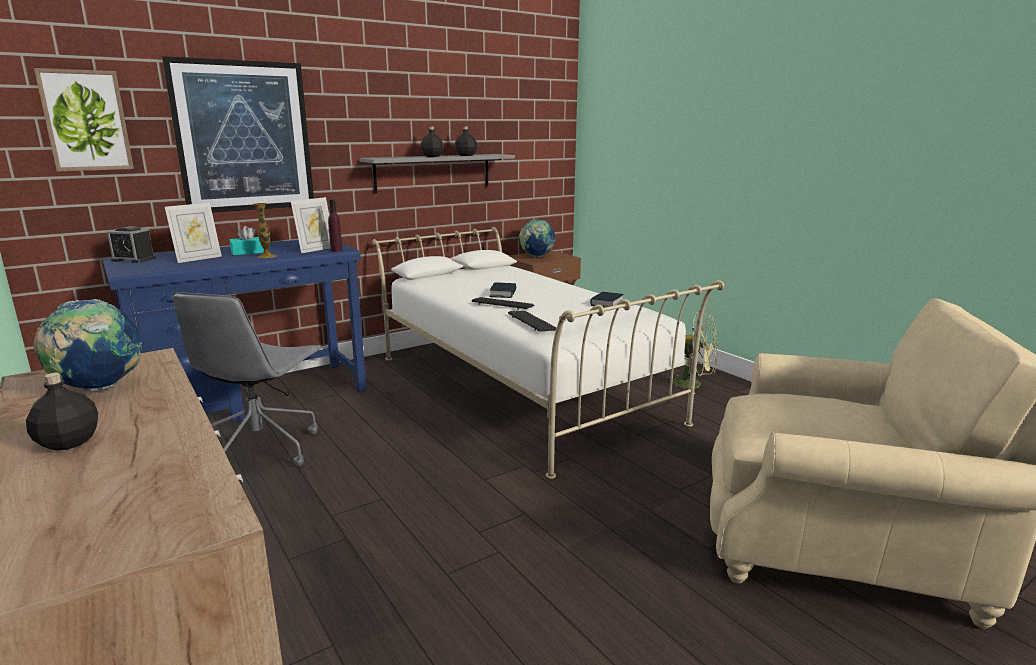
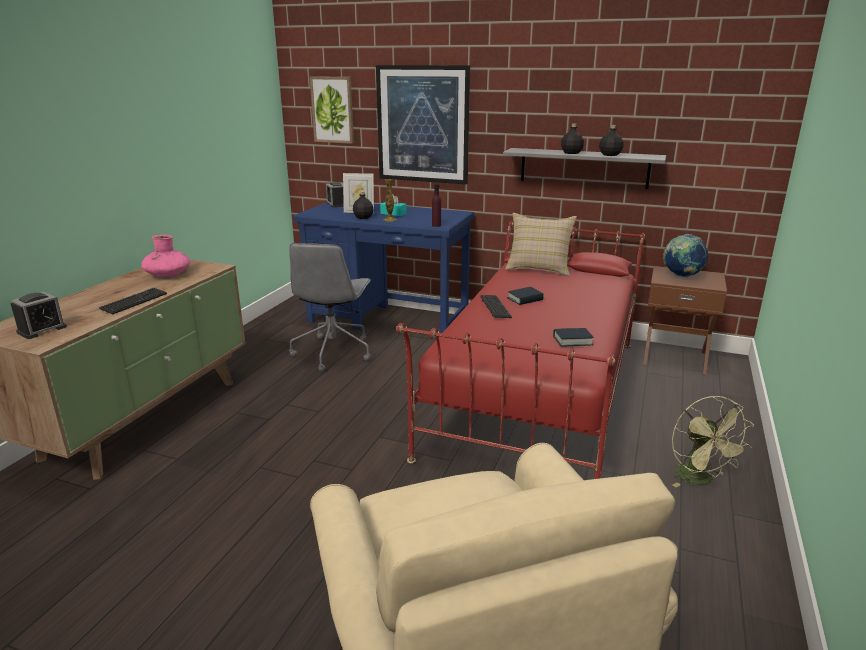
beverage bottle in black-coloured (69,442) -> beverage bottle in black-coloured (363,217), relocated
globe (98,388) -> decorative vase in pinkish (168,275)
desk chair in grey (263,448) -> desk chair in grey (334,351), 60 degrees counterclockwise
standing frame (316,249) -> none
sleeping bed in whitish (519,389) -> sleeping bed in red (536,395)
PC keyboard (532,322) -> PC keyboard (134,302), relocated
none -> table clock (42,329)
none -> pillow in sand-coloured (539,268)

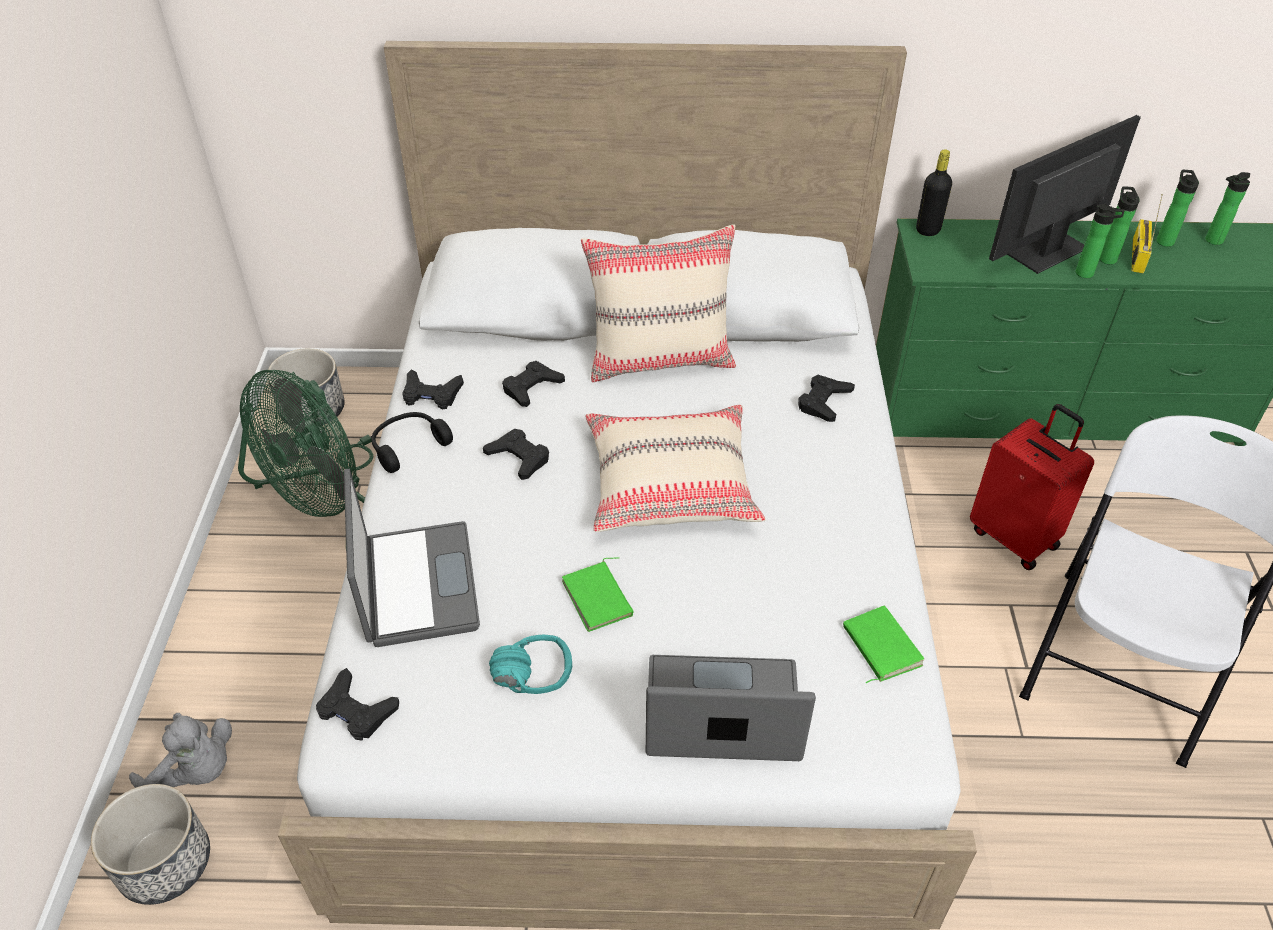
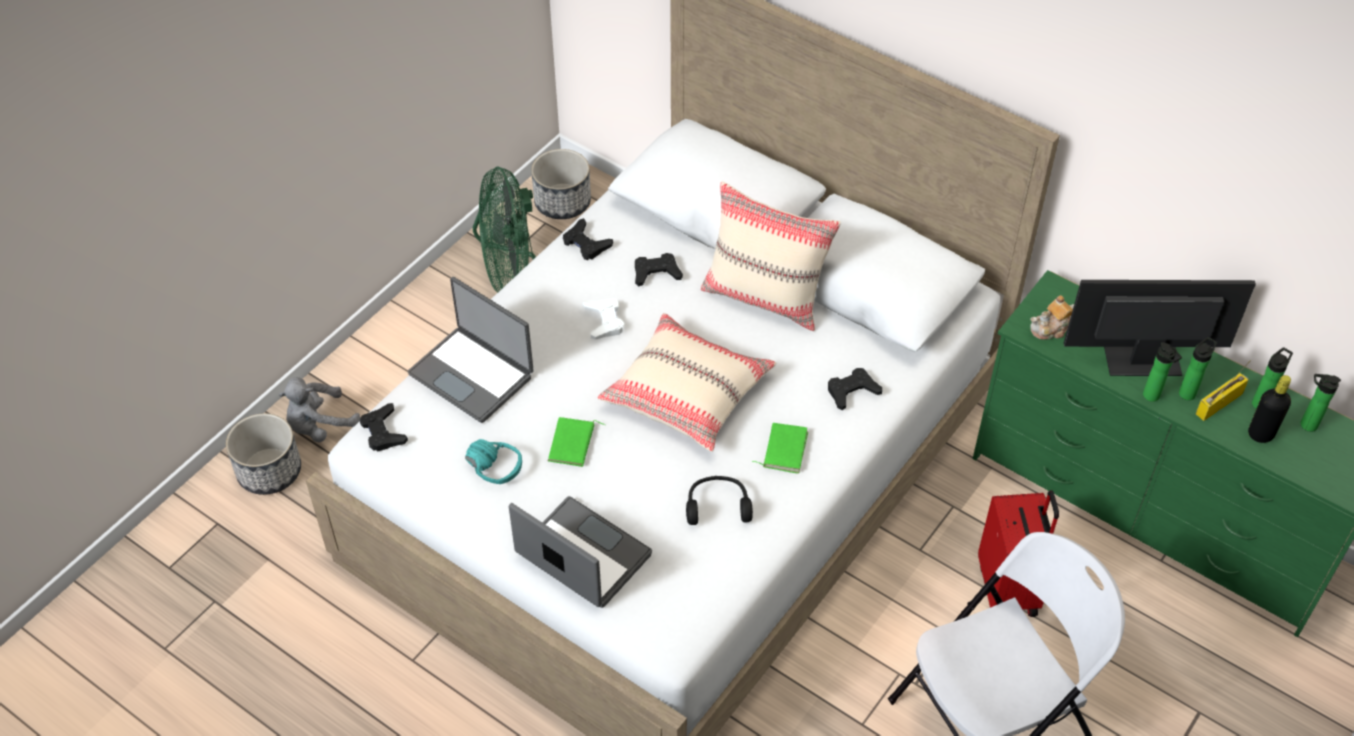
cuddly toy in grey (196,771) -> cuddly toy in grey (320,426), 90 degrees clockwise
portable computer (416,585) -> portable computer (473,374), 105 degrees clockwise
pair of headphones in black-coloured (408,446) -> pair of headphones in black-coloured (717,505), relocated
game controller in black-coloured (519,458) -> game controller in whitish (604,321)
book in green (879,647) -> book in green (783,449), relocated
beverage bottle in black-coloured (928,230) -> beverage bottle in black-coloured (1260,434), relocated
none -> pot for tea (1050,329)

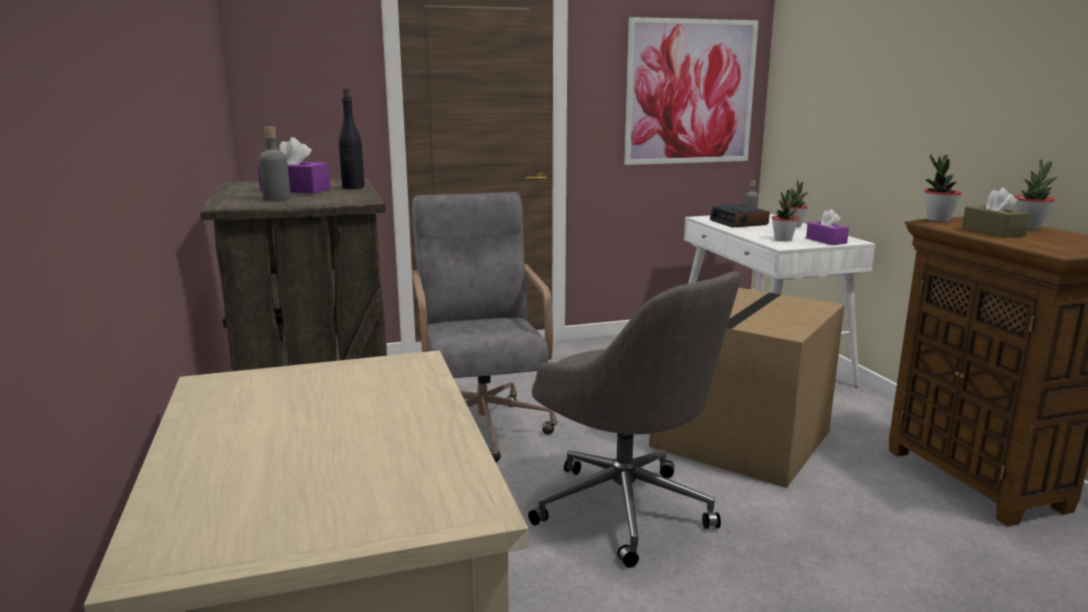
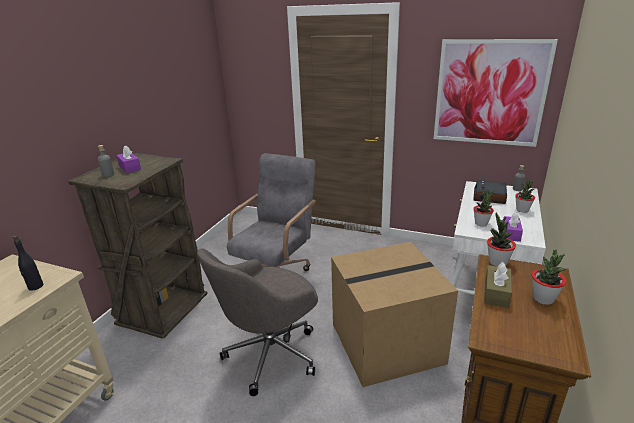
beverage bottle in black-coloured (353,187) -> beverage bottle in black-coloured (35,286), relocated
desk chair in grey (625,510) -> desk chair in grey (271,356), 45 degrees clockwise

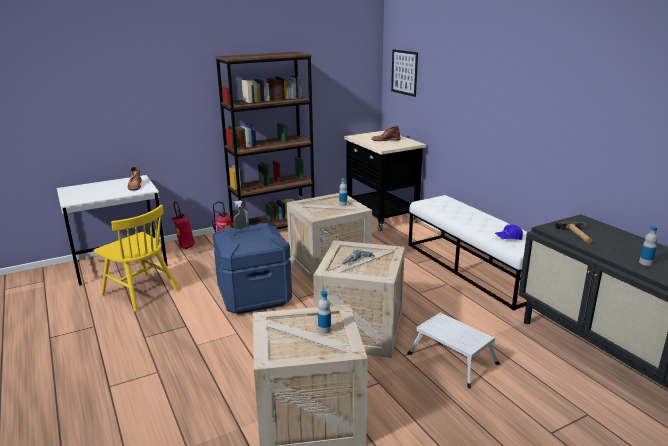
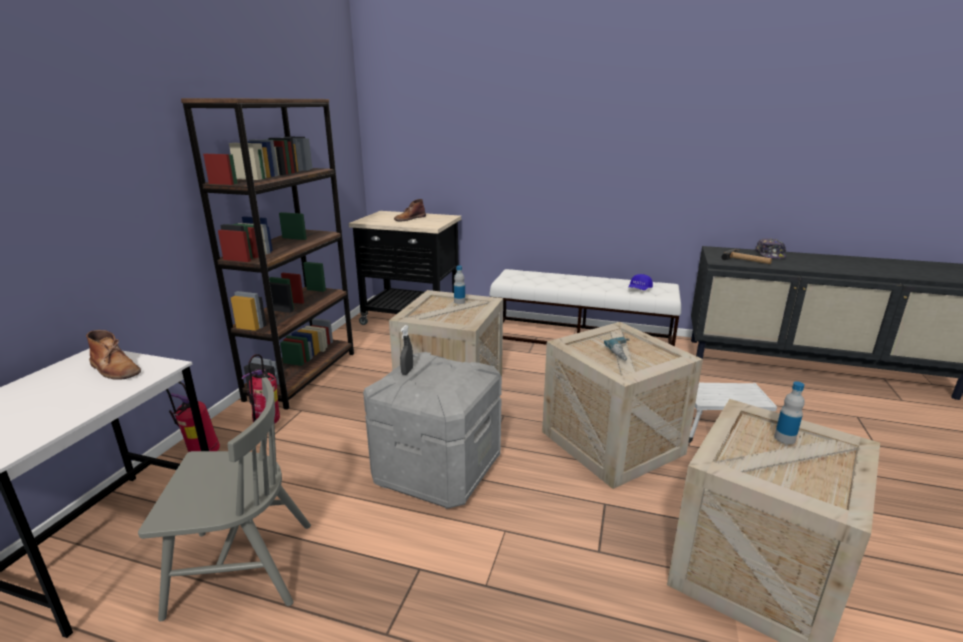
chair in yellow (140,292) -> chair in grey (241,568)
storage box in blue-coloured (254,296) -> storage box in grey (437,470)
wall art (404,72) -> none
beverage bottle (645,263) -> none
none -> baseball cap (770,255)

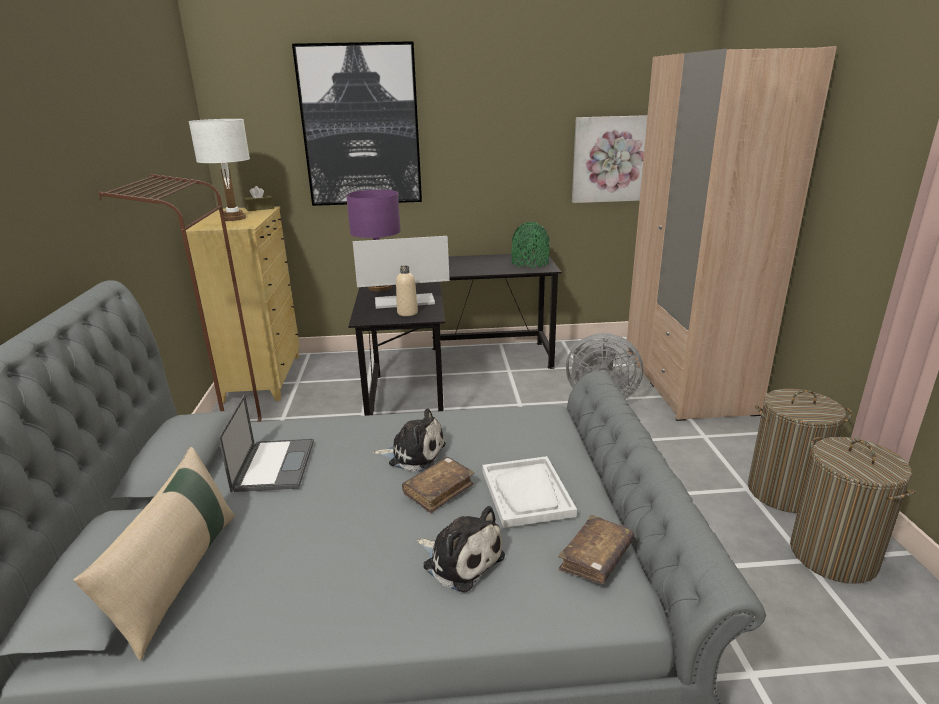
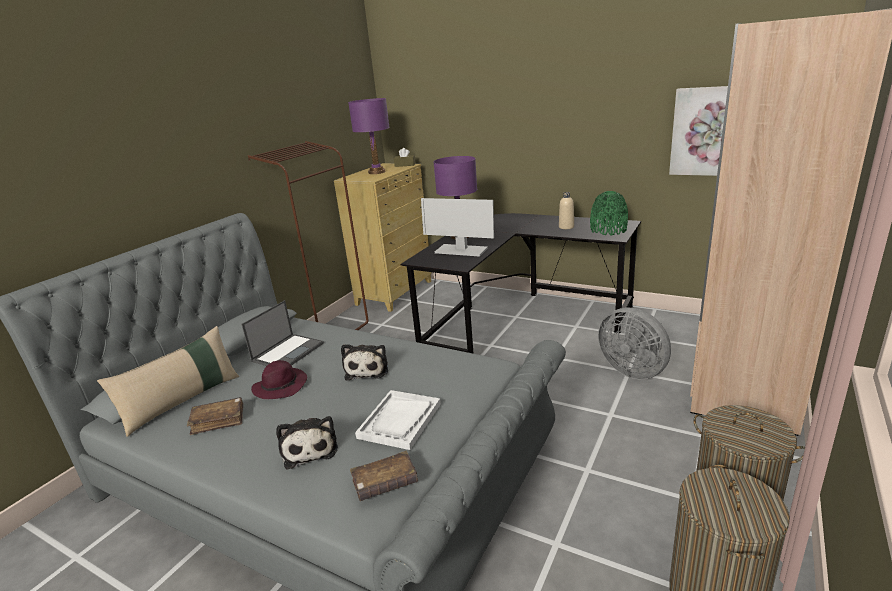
lamp for a table in whitish (234,218) -> lamp for a table in purple-coloured (377,172)
wall art (361,126) -> none
cuddly toy (414,454) -> cuddly toy (368,369), 45 degrees clockwise
beverage bottle in sand-coloured (407,313) -> beverage bottle in sand-coloured (566,227), relocated
book in brown-coloured (438,490) -> book in brown-coloured (218,420), relocated
none -> hat in purple-coloured (281,386)

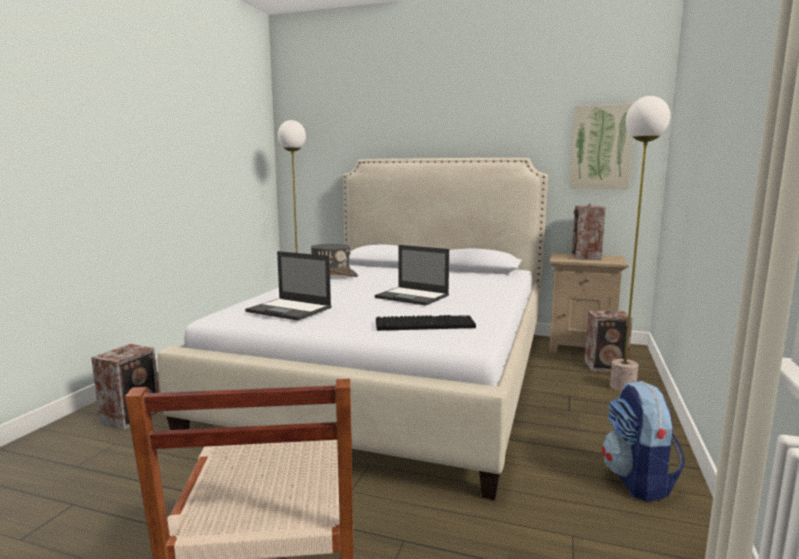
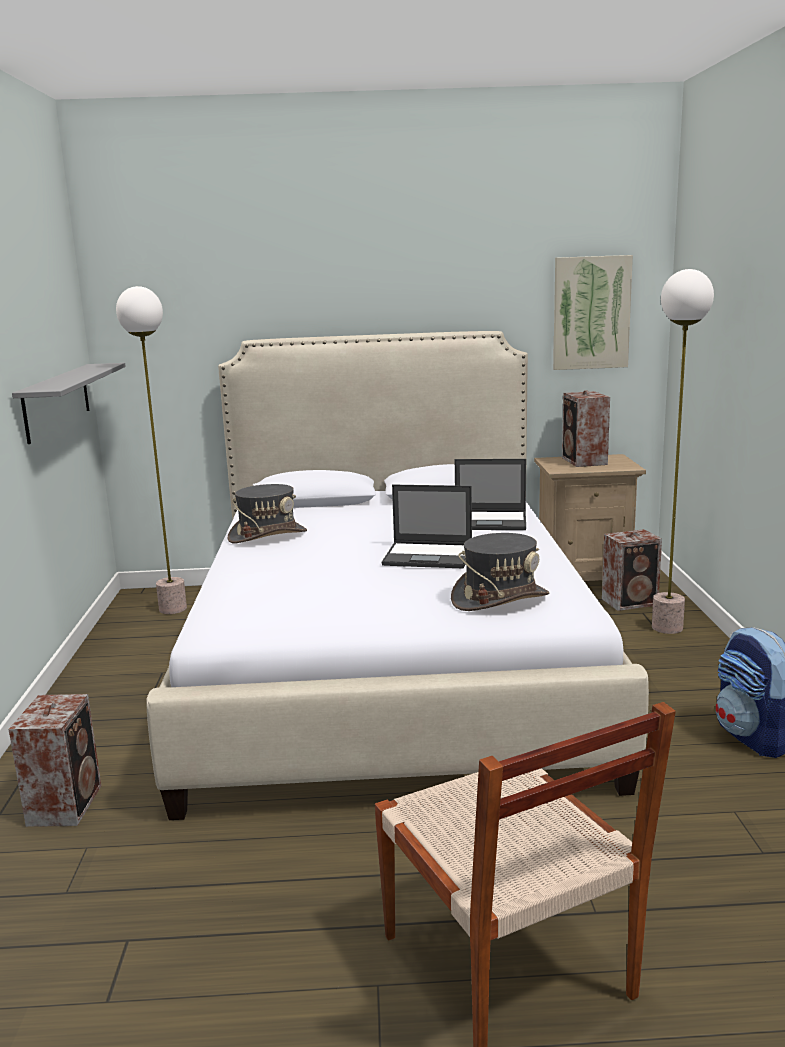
portable computer (290,310) -> portable computer (490,521), relocated
PC keyboard (425,324) -> hat in grey (500,598)
none -> bracket shelf in grey (57,401)

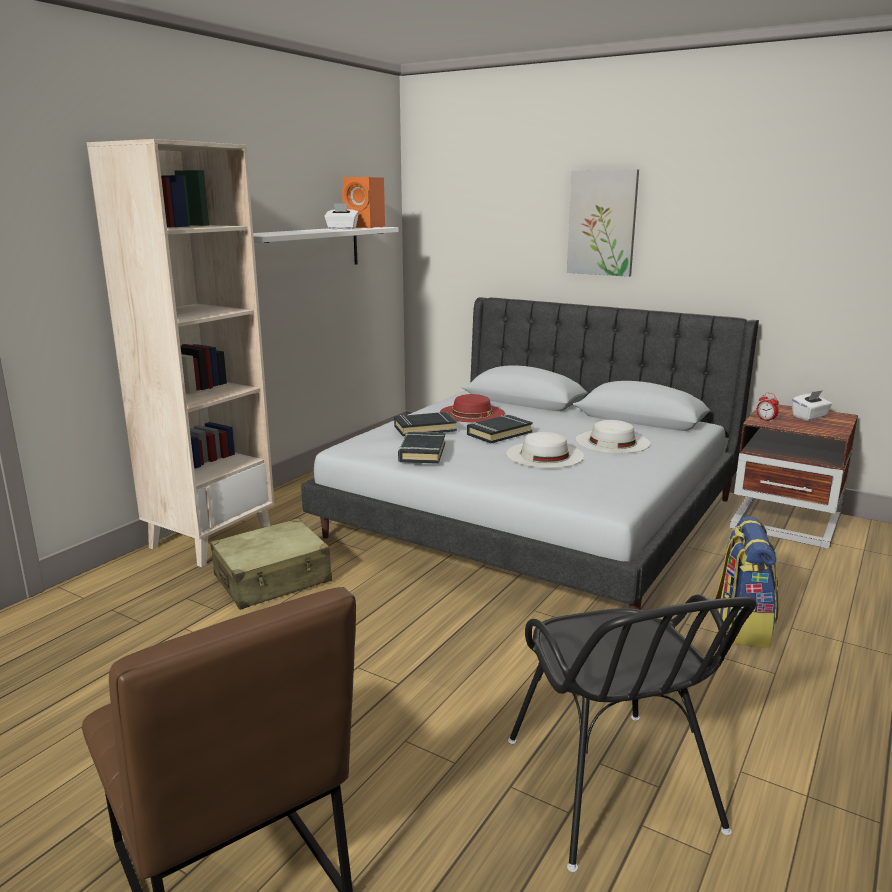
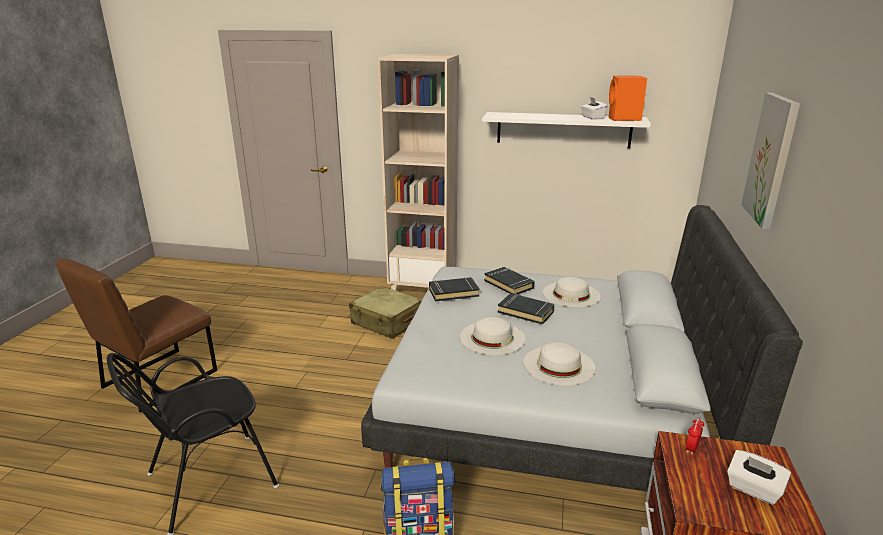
hat in red (472,413) -> hat in whitish (571,294)

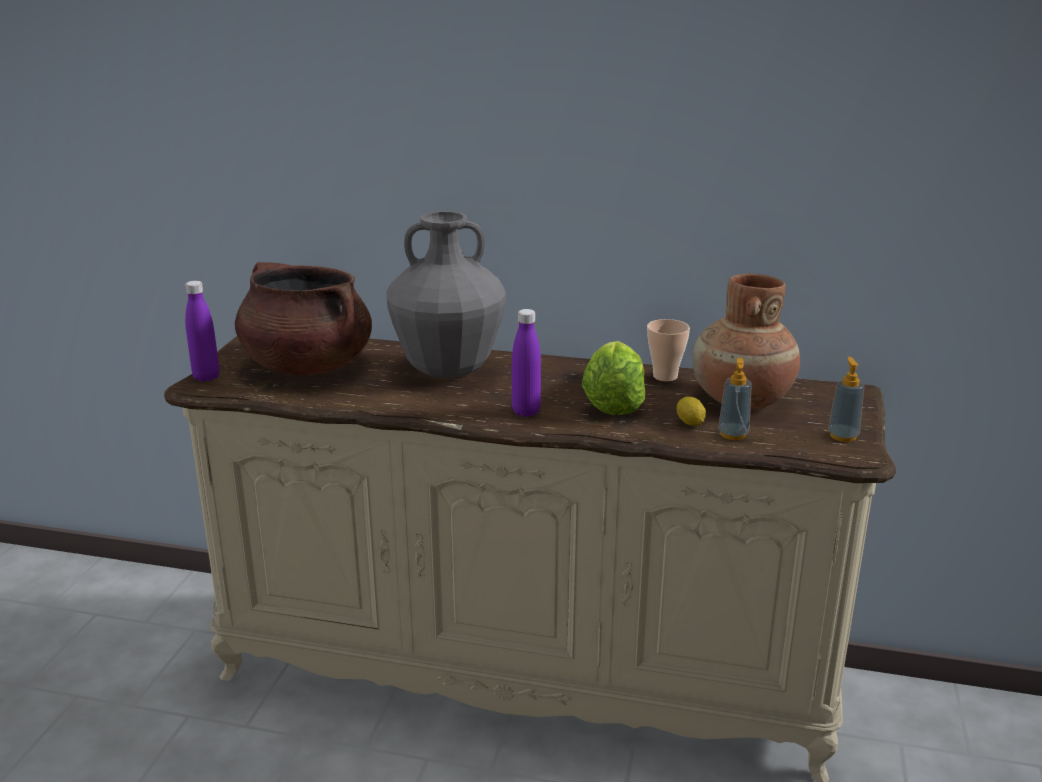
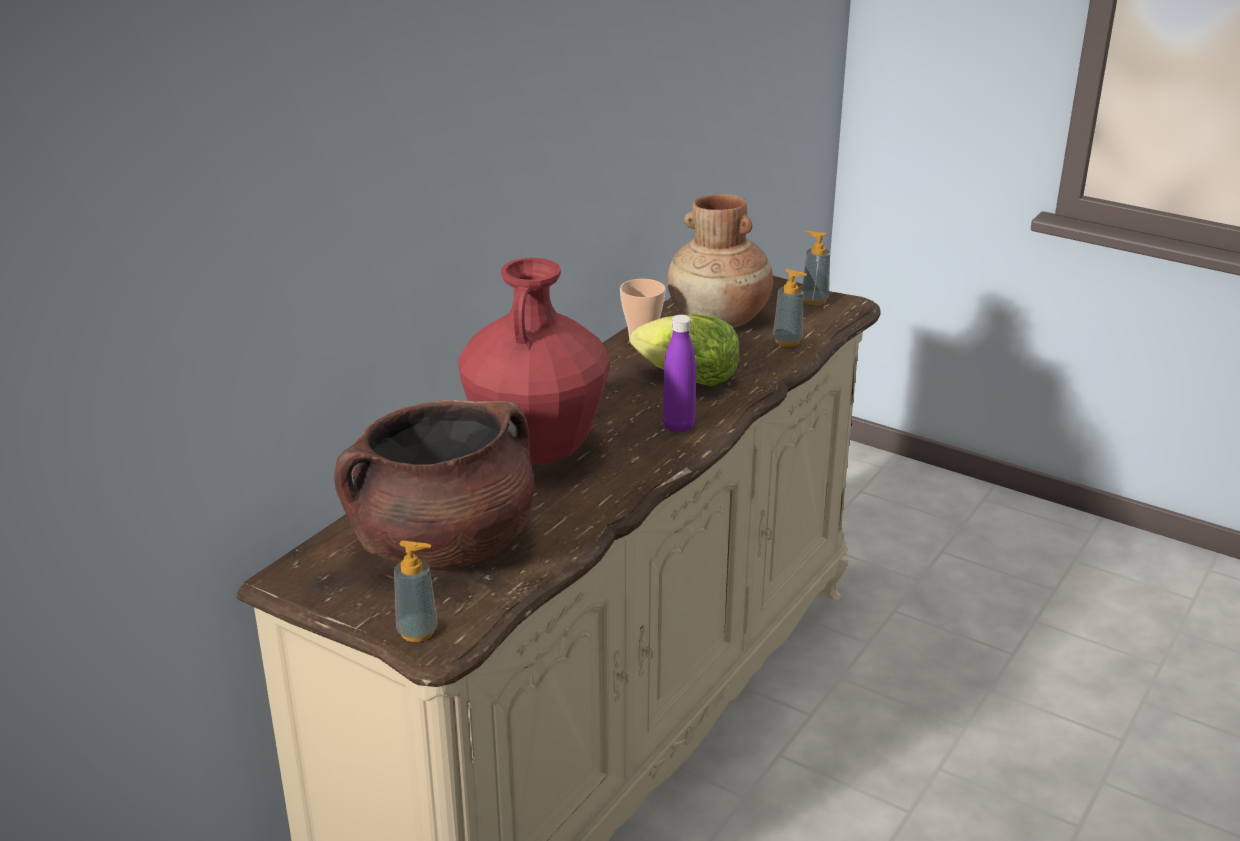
beverage bottle in purple-coloured (206,377) -> soap bottle (417,631)
decorative vase in grey (449,370) -> decorative vase in red (537,451)
lemon (690,422) -> none

